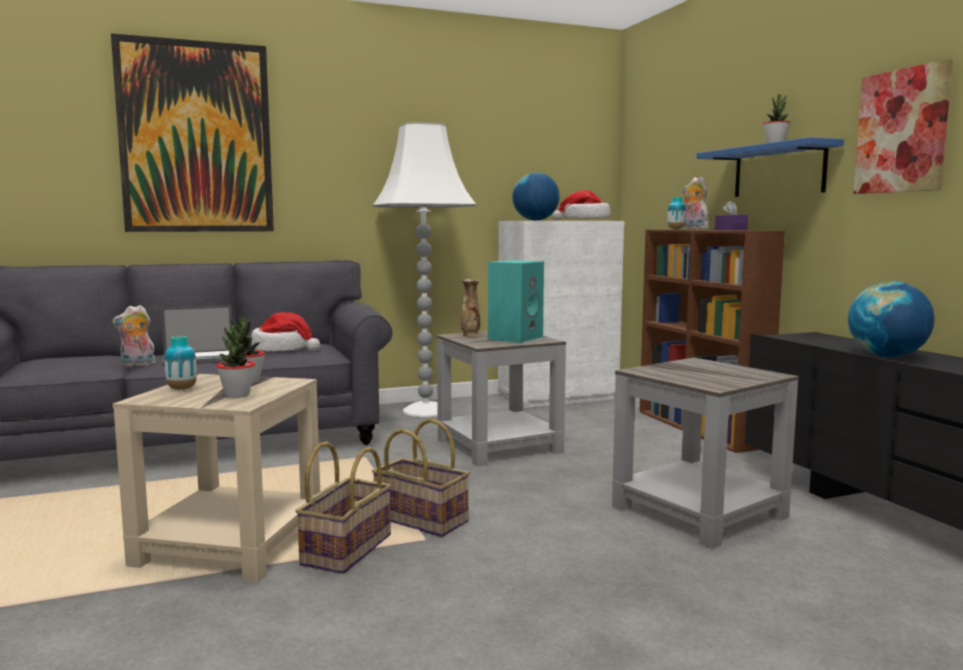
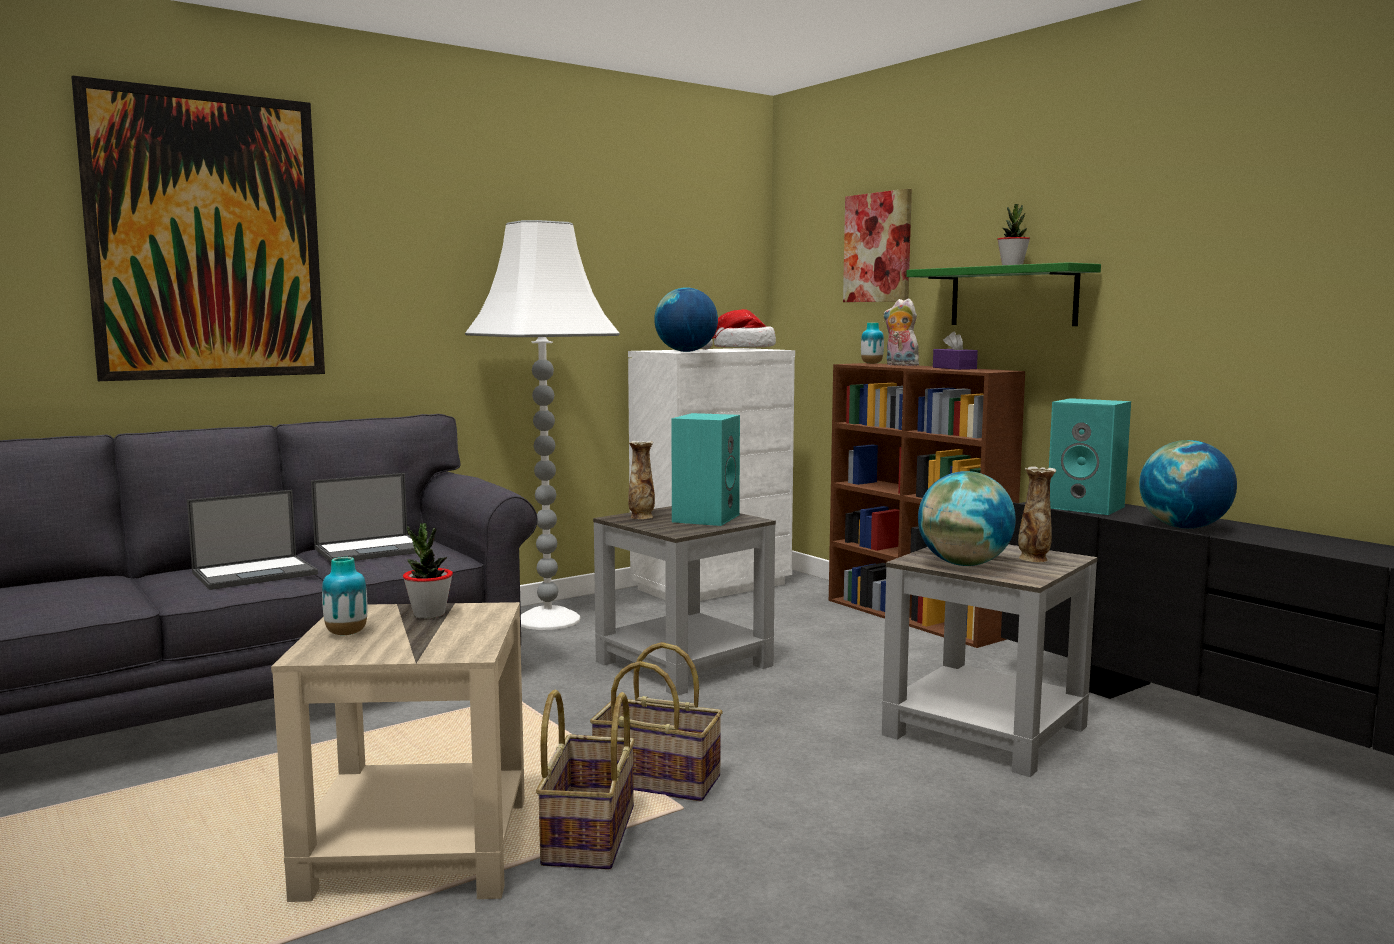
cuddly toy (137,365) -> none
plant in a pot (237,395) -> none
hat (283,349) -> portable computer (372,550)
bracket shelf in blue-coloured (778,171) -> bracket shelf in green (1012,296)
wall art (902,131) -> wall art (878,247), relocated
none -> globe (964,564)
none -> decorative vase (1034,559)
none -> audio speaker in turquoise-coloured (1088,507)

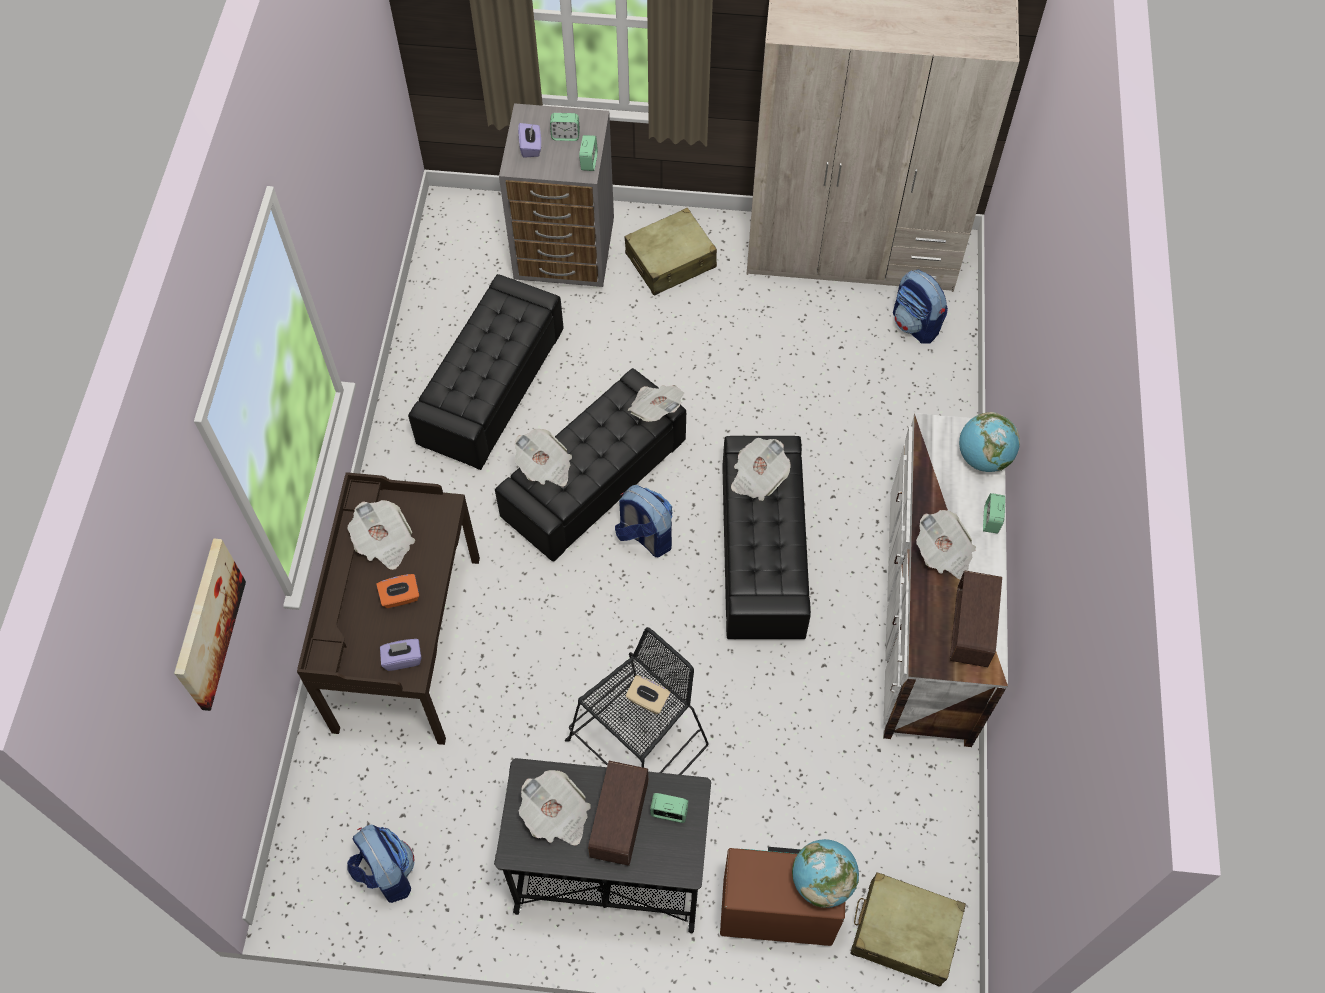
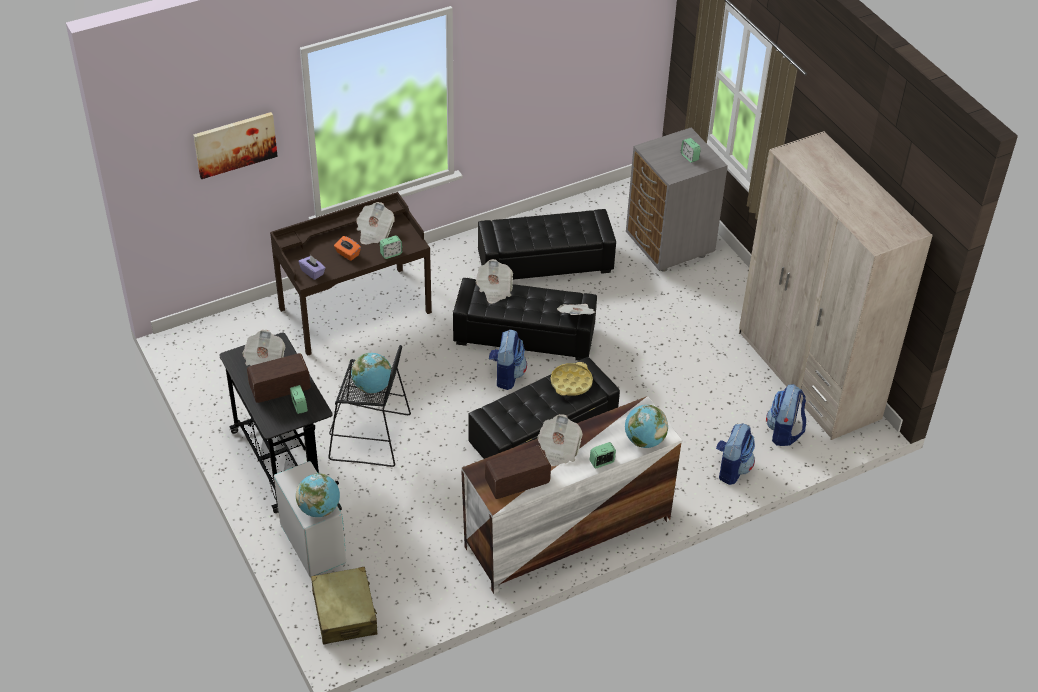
backpack (386,872) -> backpack (731,469), relocated
tissue box in purple-coloured (531,147) -> none
table clock (589,162) -> table clock (391,254), relocated
suitcase in sand-coloured (671,261) -> none
tissue box in sand-coloured (647,700) -> globe (372,387)
nightstand in brown-coloured (776,911) -> nightstand in whitish (314,546)
printed paper (757,477) -> serving tray in yellow (571,382)

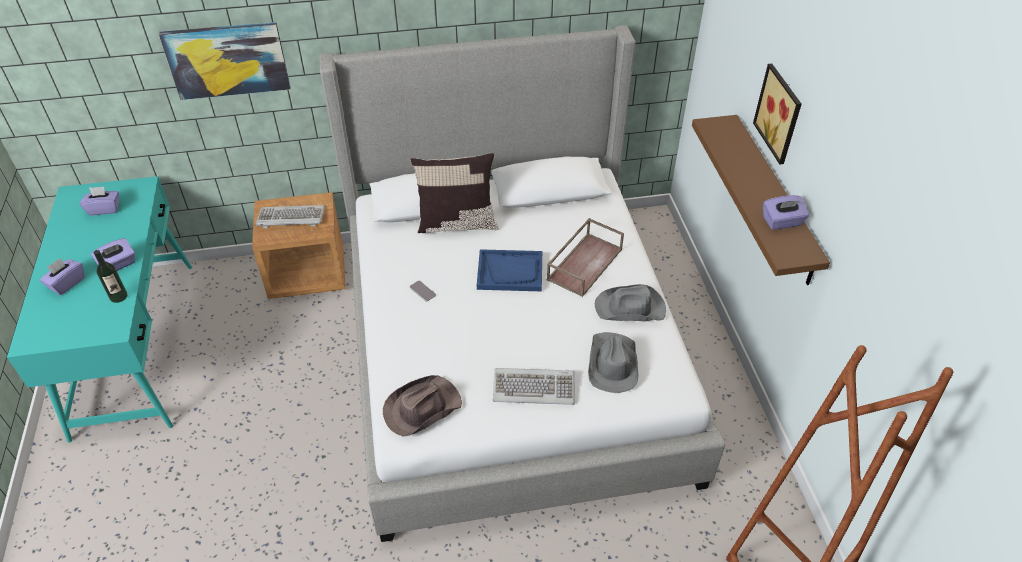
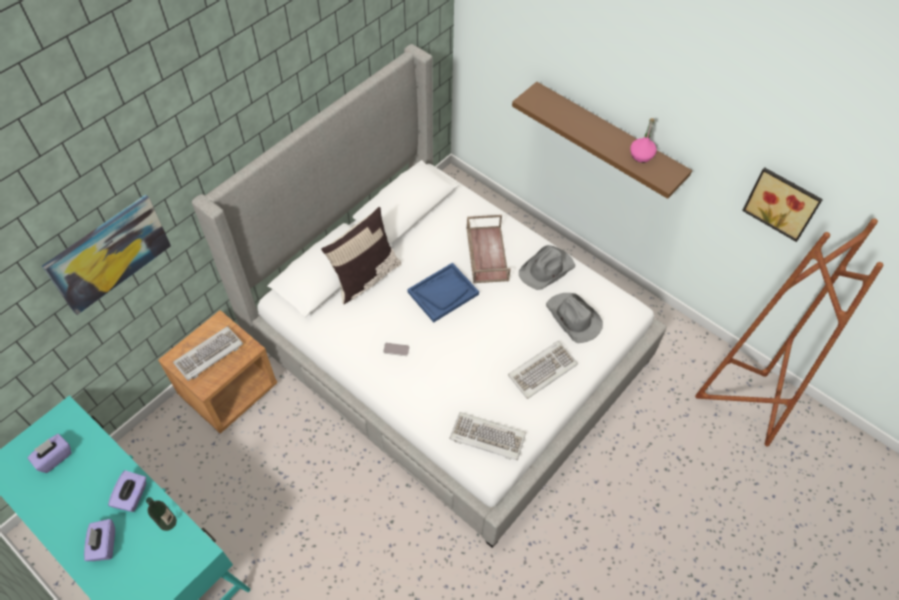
hat in brown-coloured (421,408) -> PC keyboard (487,438)
wall art (781,113) -> wall art (782,202), relocated
tissue box in purple-coloured (782,222) -> beverage bottle in pinkish (641,155)

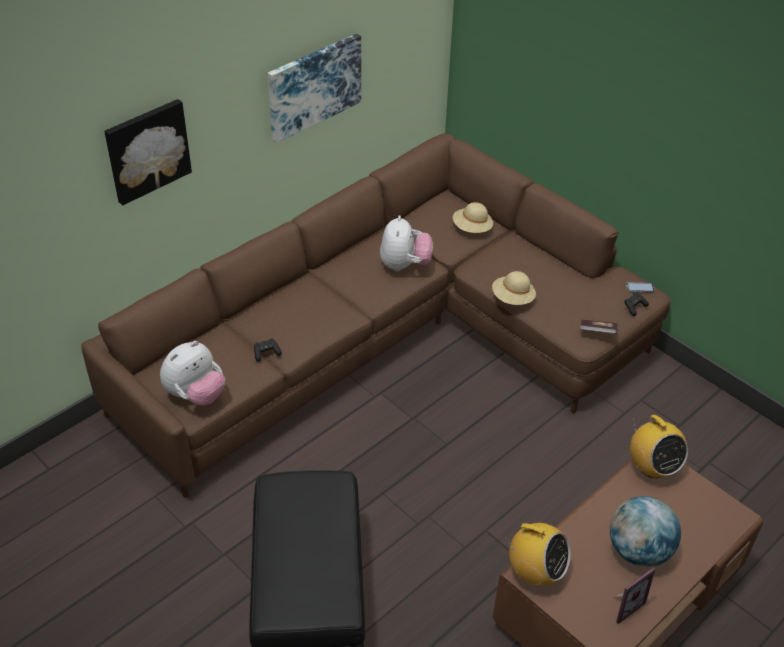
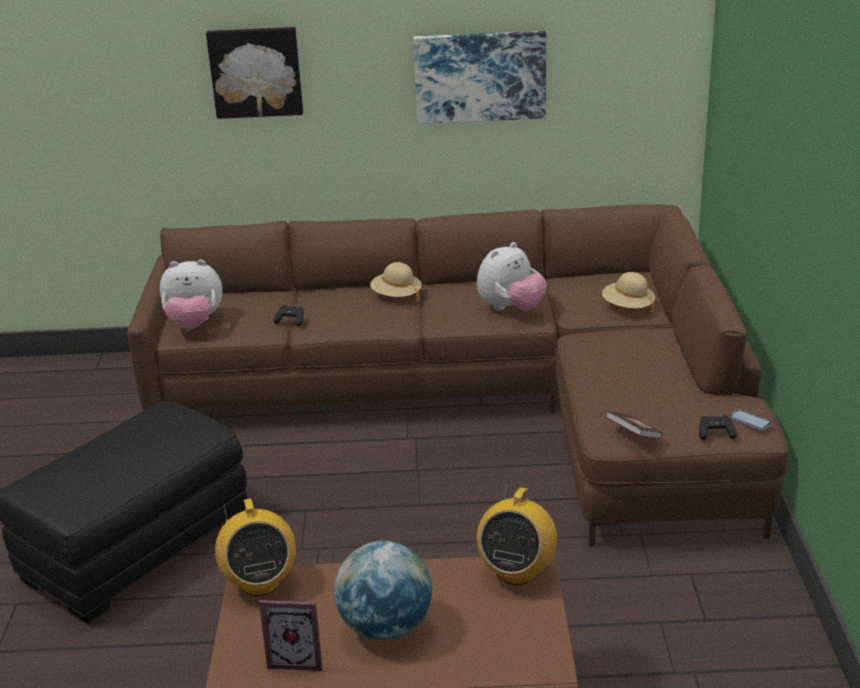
hat in sand-coloured (512,298) -> hat in sand-coloured (396,296), relocated

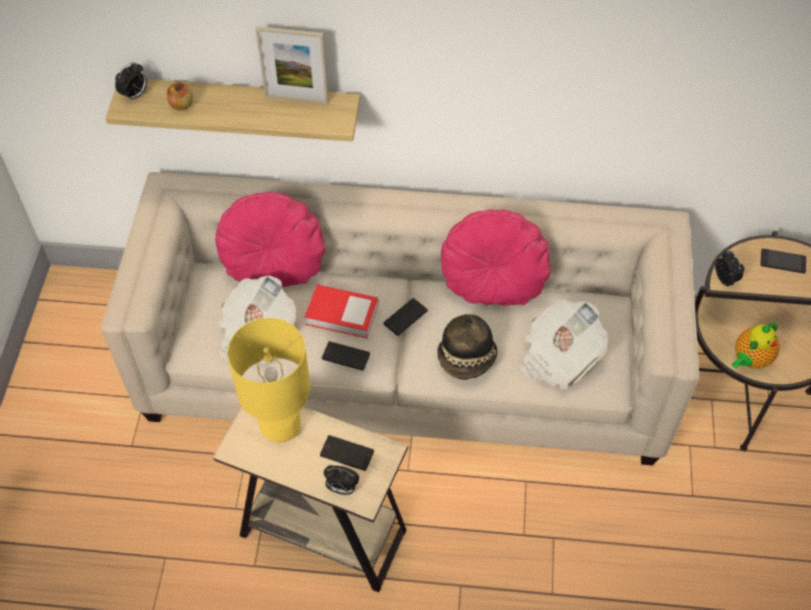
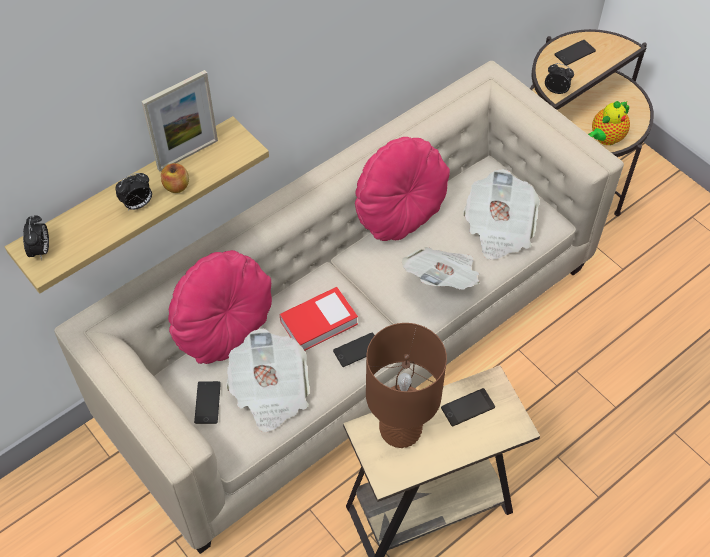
apple (181,105) -> apple (176,186), relocated
lamp for a table in yellow (280,428) -> lamp for a table in brown-coloured (400,433)
table clock (341,488) -> table clock (137,205), relocated
handset (405,317) -> handset (207,402), relocated
hat (467,358) -> printed paper (442,279)
pot for tea (750,360) -> pot for tea (605,138), 45 degrees clockwise

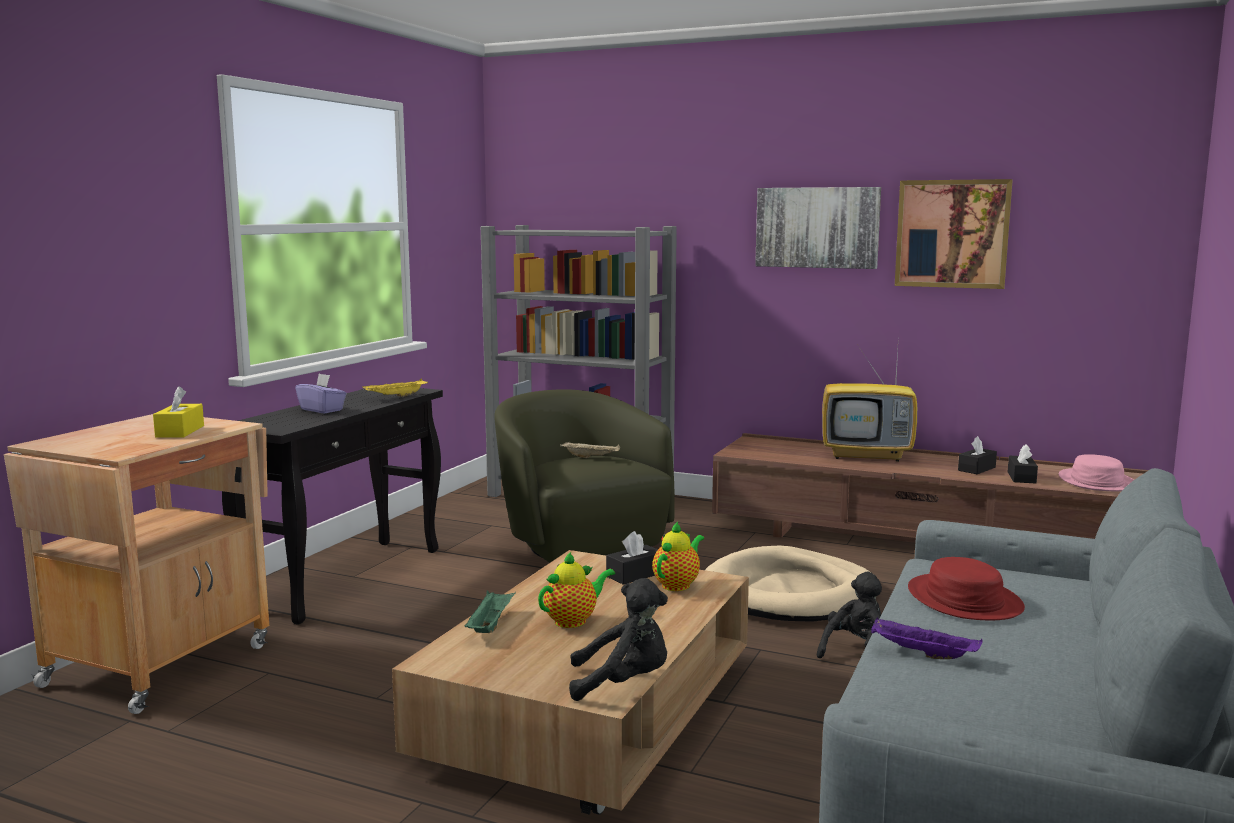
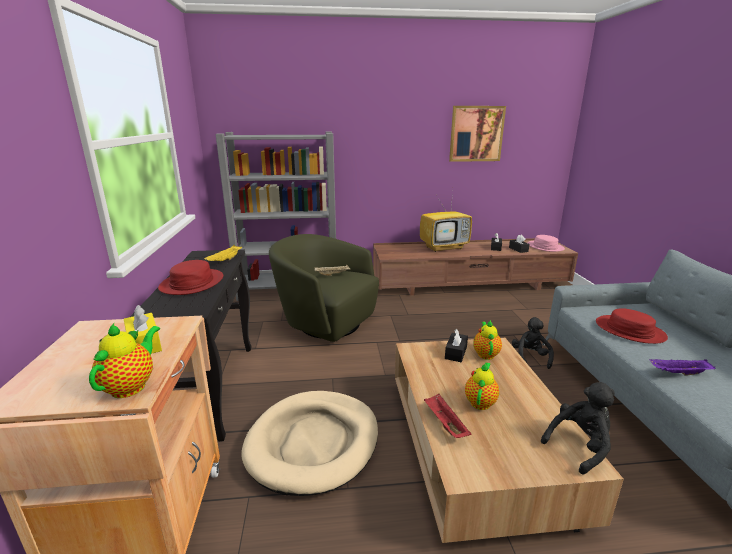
tissue box in purple-coloured (322,410) -> hat in red (192,283)
serving tray in green (490,625) -> serving tray in red (444,424)
dog bed in sand-coloured (790,593) -> dog bed in sand-coloured (313,443), relocated
wall art (817,227) -> none
none -> pot for tea (131,386)

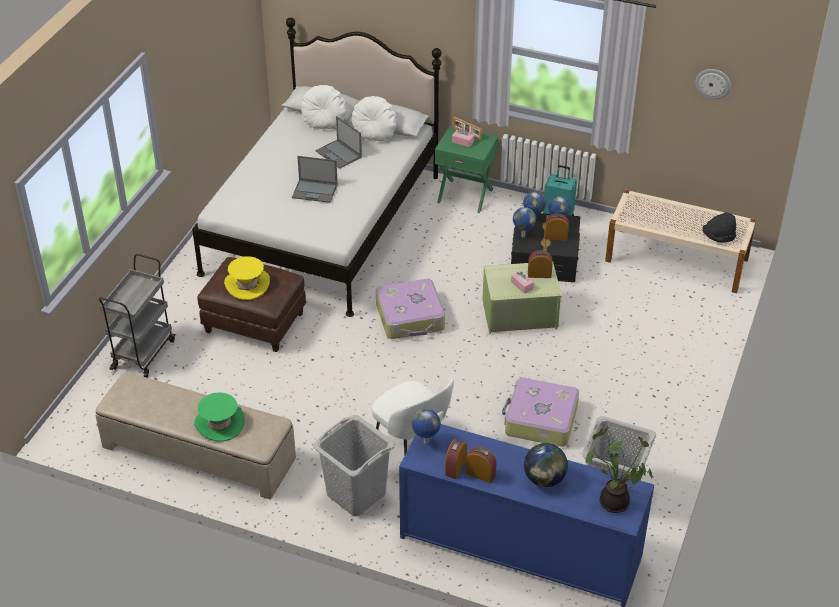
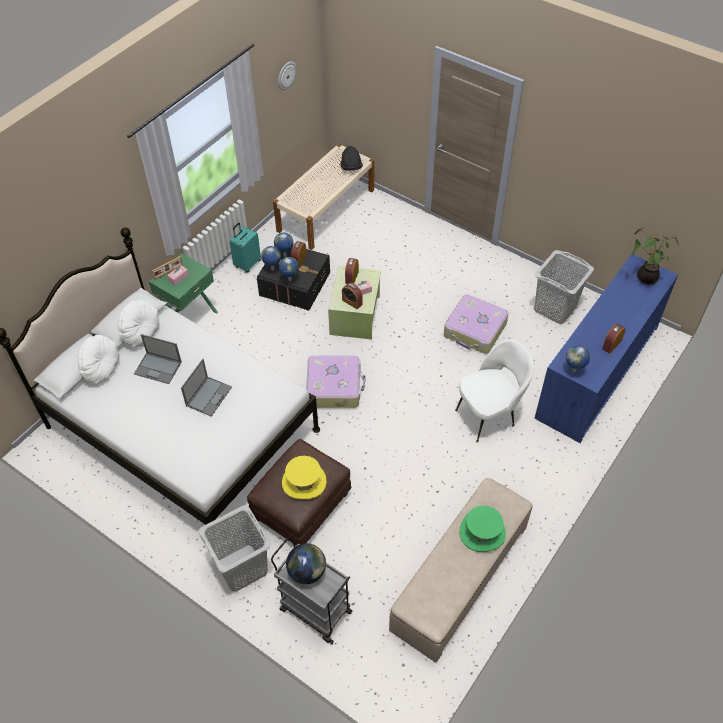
laundry basket in grey (356,493) -> laundry basket in grey (241,567), relocated
portable computer (339,154) -> portable computer (158,368), 45 degrees clockwise
table clock (455,467) -> table clock (352,302), relocated
globe (544,479) -> globe (307,572), relocated

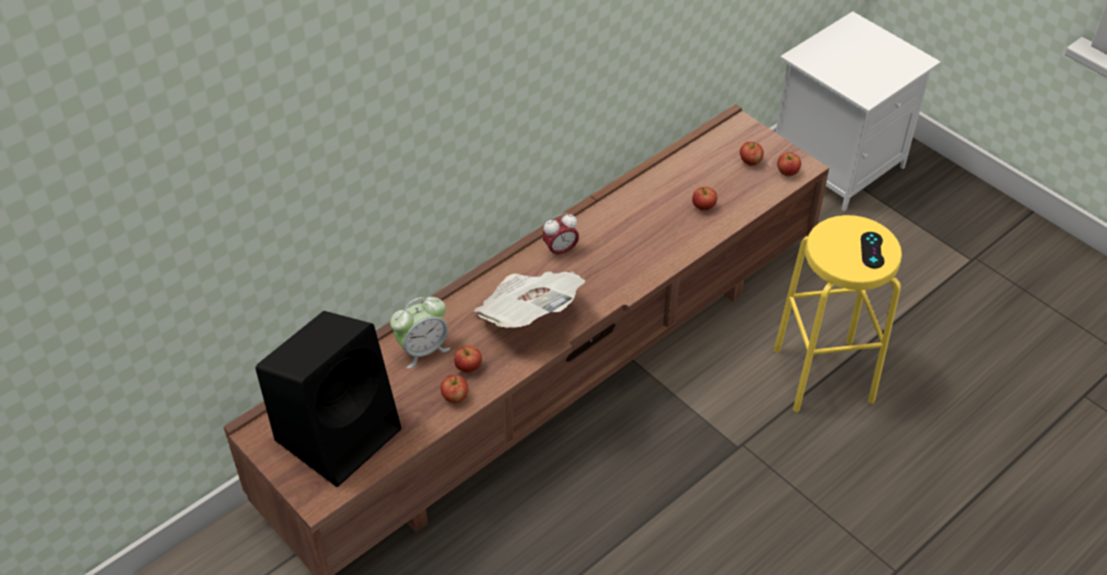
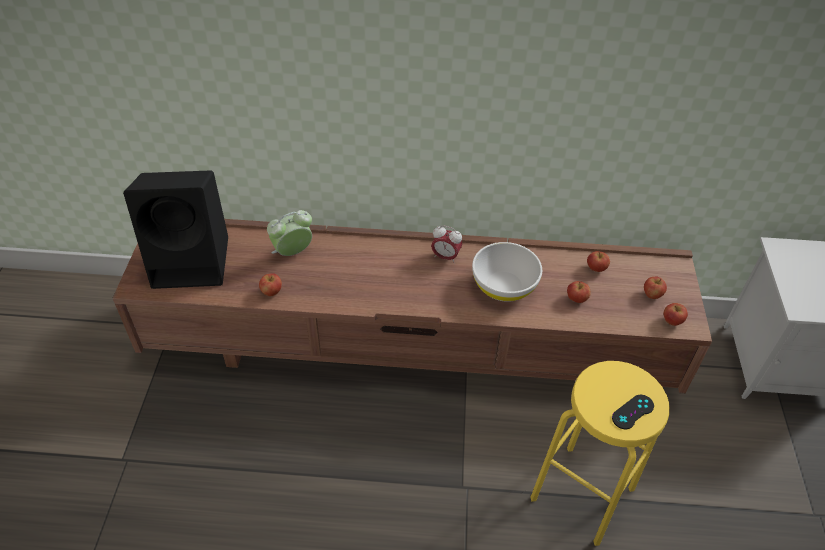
table clock (422,350) -> table clock (293,252), 135 degrees clockwise
apple (468,367) -> apple (596,268), relocated
printed paper (528,315) -> none
none -> bowl in whitish (504,286)

